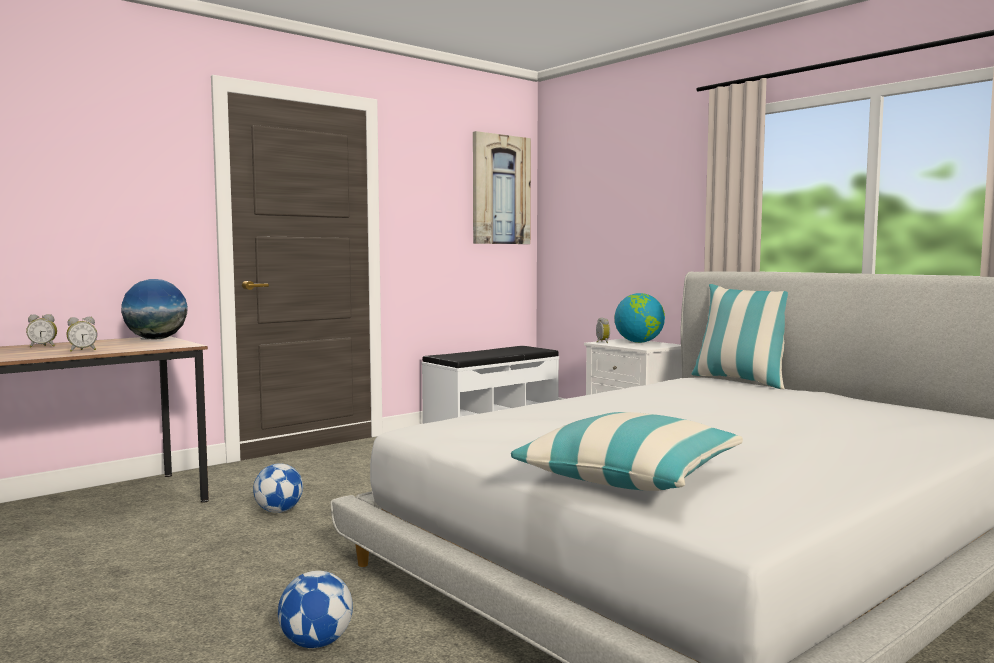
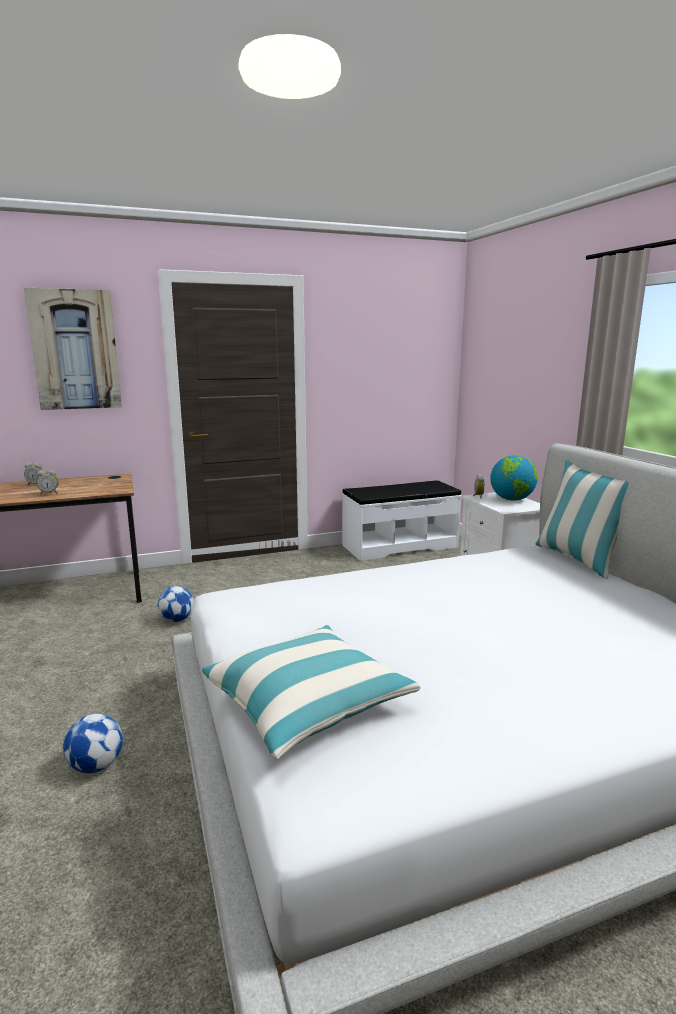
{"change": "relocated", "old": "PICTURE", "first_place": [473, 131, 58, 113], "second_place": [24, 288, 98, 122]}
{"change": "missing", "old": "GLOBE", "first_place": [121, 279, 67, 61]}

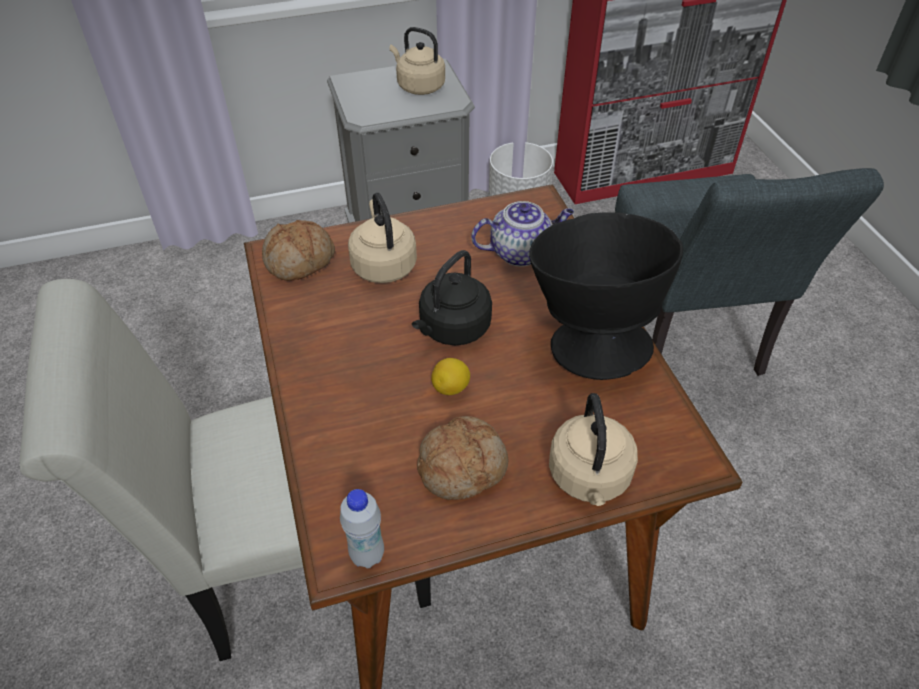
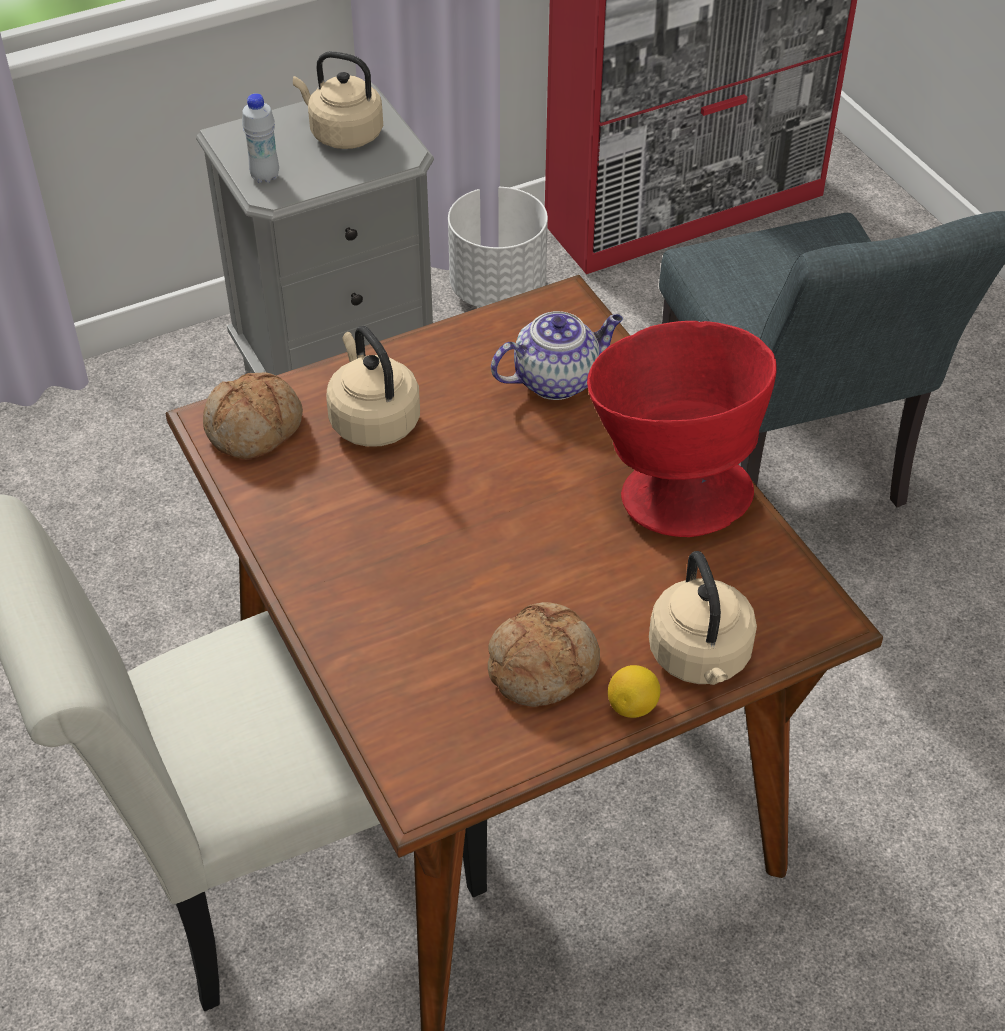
{"change": "colour", "old": "BLACK BOWL", "new": "RED BOWL", "first_place": [529, 212, 154, 168], "second_place": [587, 321, 189, 216]}
{"change": "missing", "old": "BLACK KETTLE", "first_place": [412, 250, 80, 96]}
{"change": "relocated", "old": "LEMON", "first_place": [431, 358, 39, 37], "second_place": [608, 665, 52, 53]}
{"change": "relocated", "old": "WHITE BOTTLE", "first_place": [340, 489, 44, 79], "second_place": [242, 93, 37, 90]}

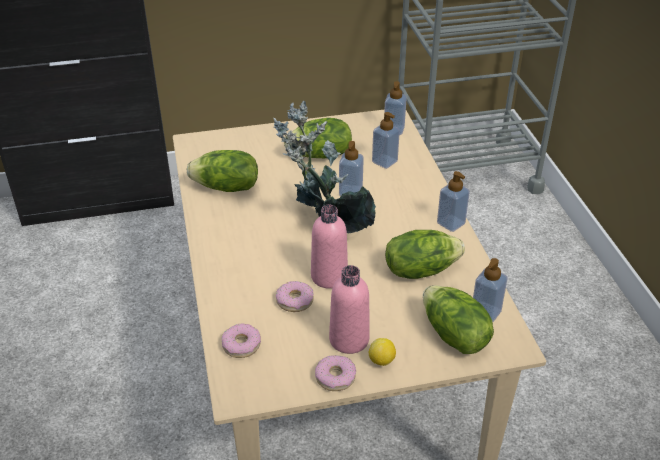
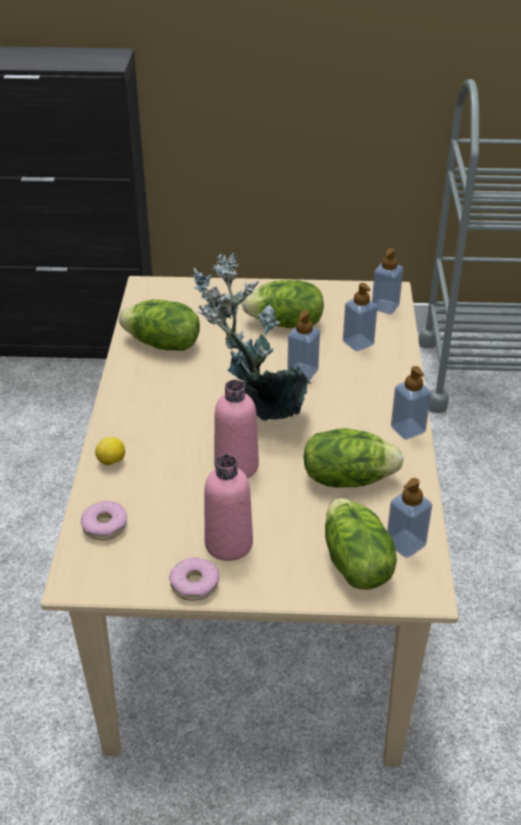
{"change": "missing", "old": "DONUT", "first_place": [276, 281, 38, 31]}
{"change": "relocated", "old": "LEMON", "first_place": [369, 338, 27, 28], "second_place": [95, 437, 30, 29]}

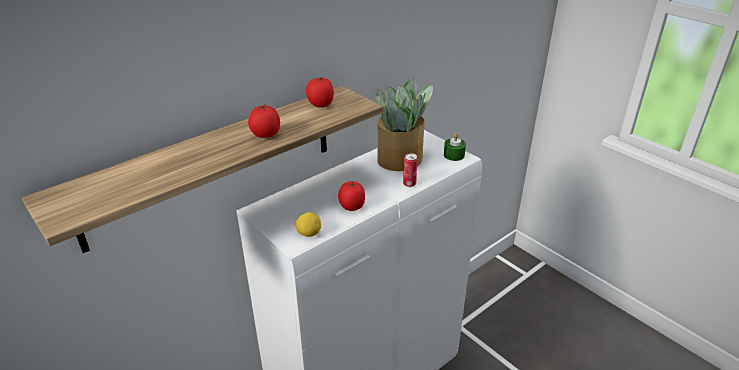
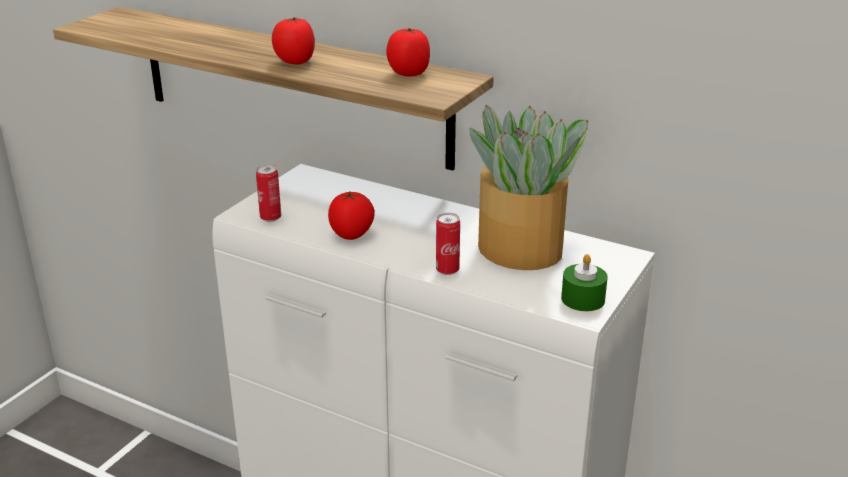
{"change": "exchanged", "old": "LEMON", "new": "CAN", "first_place": [296, 212, 25, 25], "second_place": [256, 165, 25, 57]}

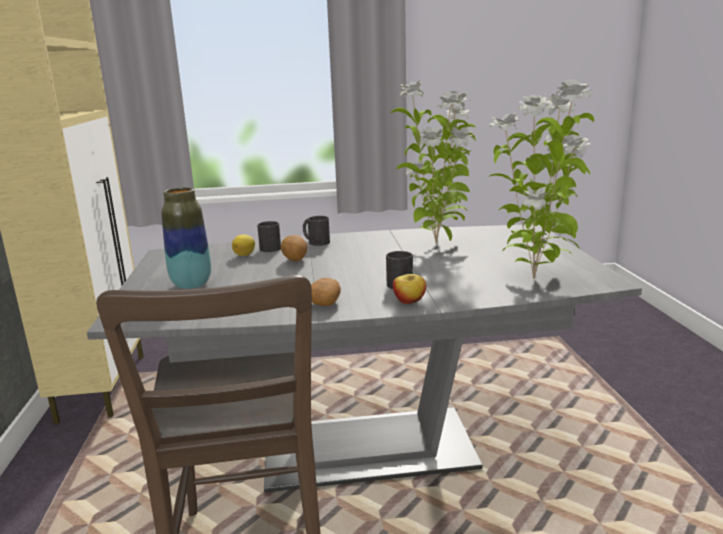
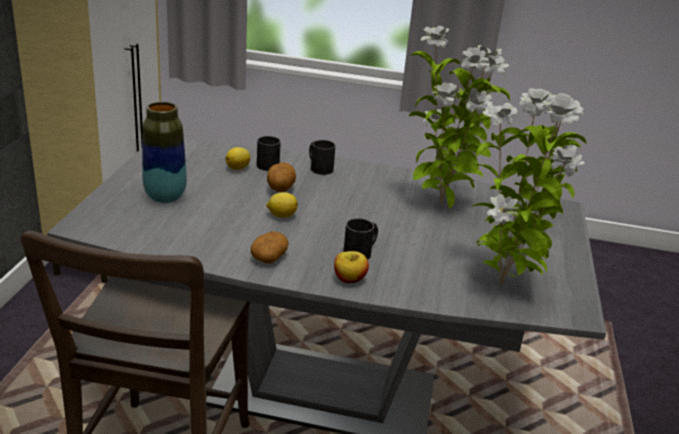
{"change": "appeared", "new": "LEMON", "second_place": [266, 192, 32, 26]}

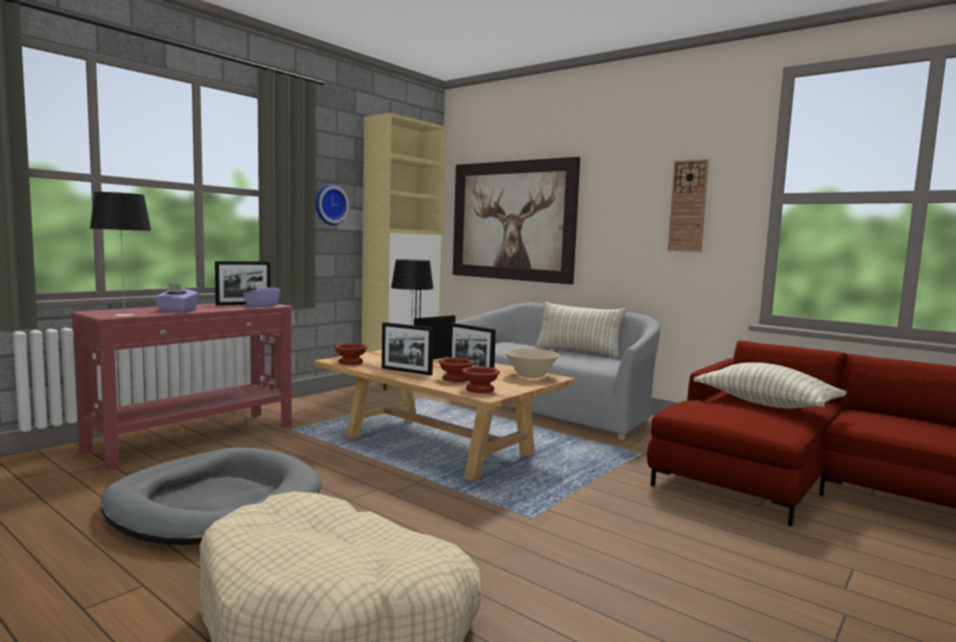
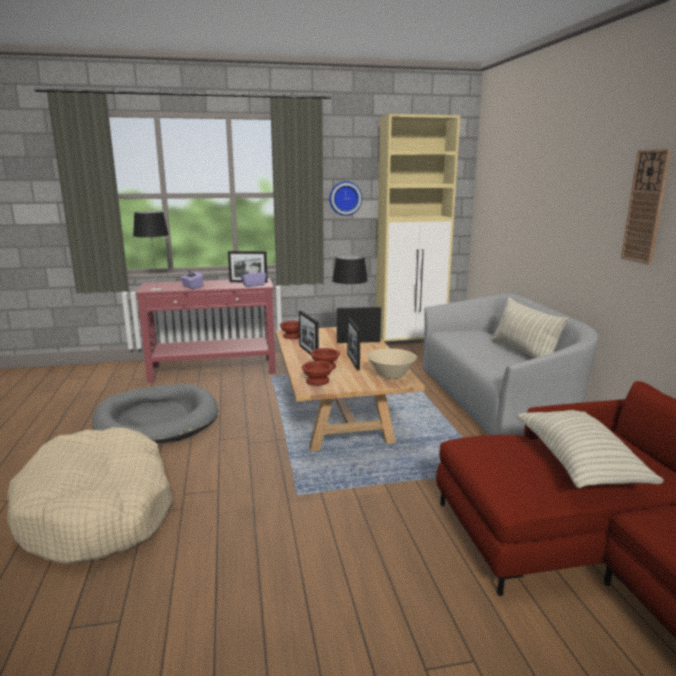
{"change": "missing", "old": "PICTURE", "first_place": [453, 157, 127, 128]}

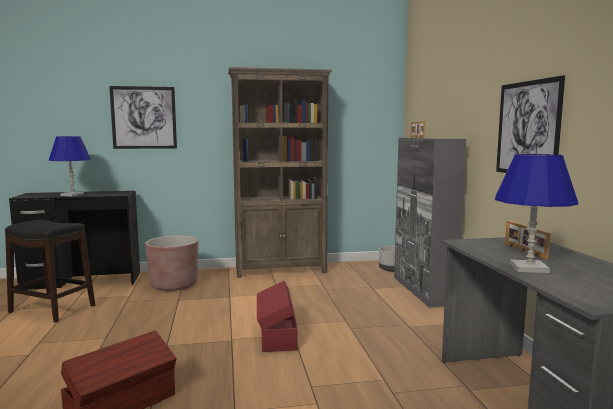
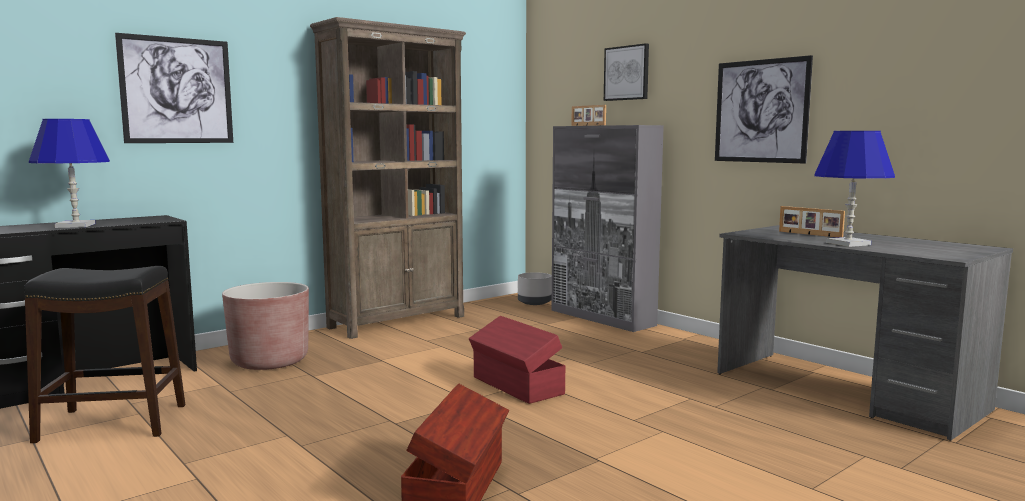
{"change": "appeared", "new": "PICTURE", "second_place": [604, 43, 45, 58]}

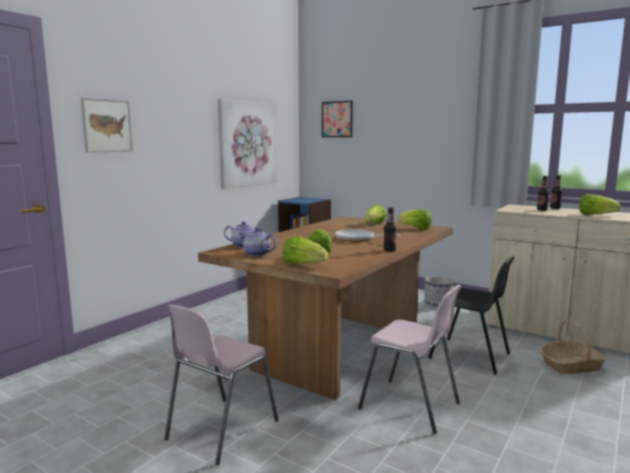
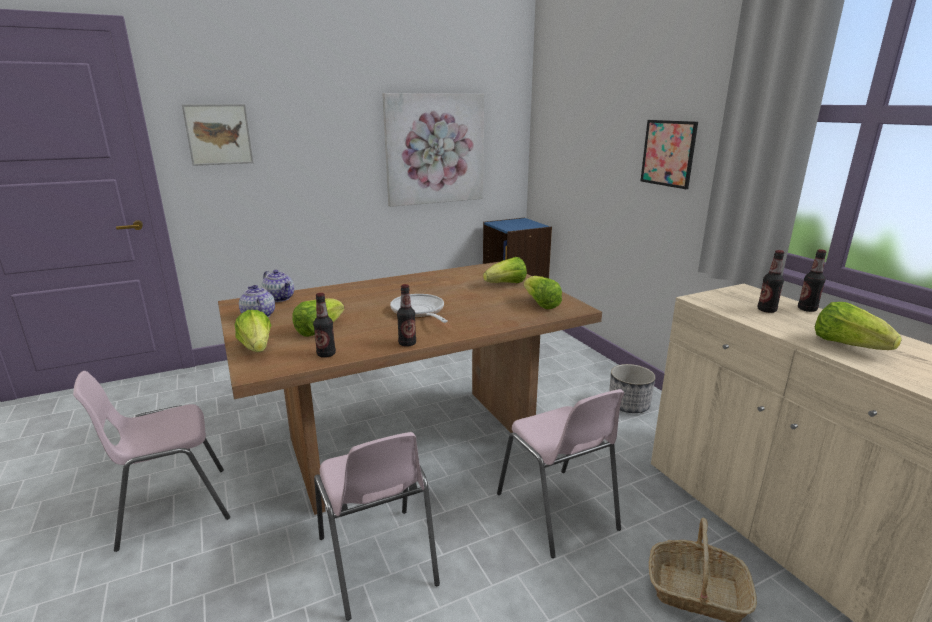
{"change": "relocated", "old": "PICTURE", "first_place": [322, 101, 31, 36], "second_place": [641, 120, 57, 69]}
{"change": "colour", "old": "BLACK CHAIR", "new": "PINK CHAIR", "first_place": [428, 256, 87, 118], "second_place": [497, 389, 127, 169]}
{"change": "appeared", "new": "BOTTLE", "second_place": [313, 293, 23, 65]}

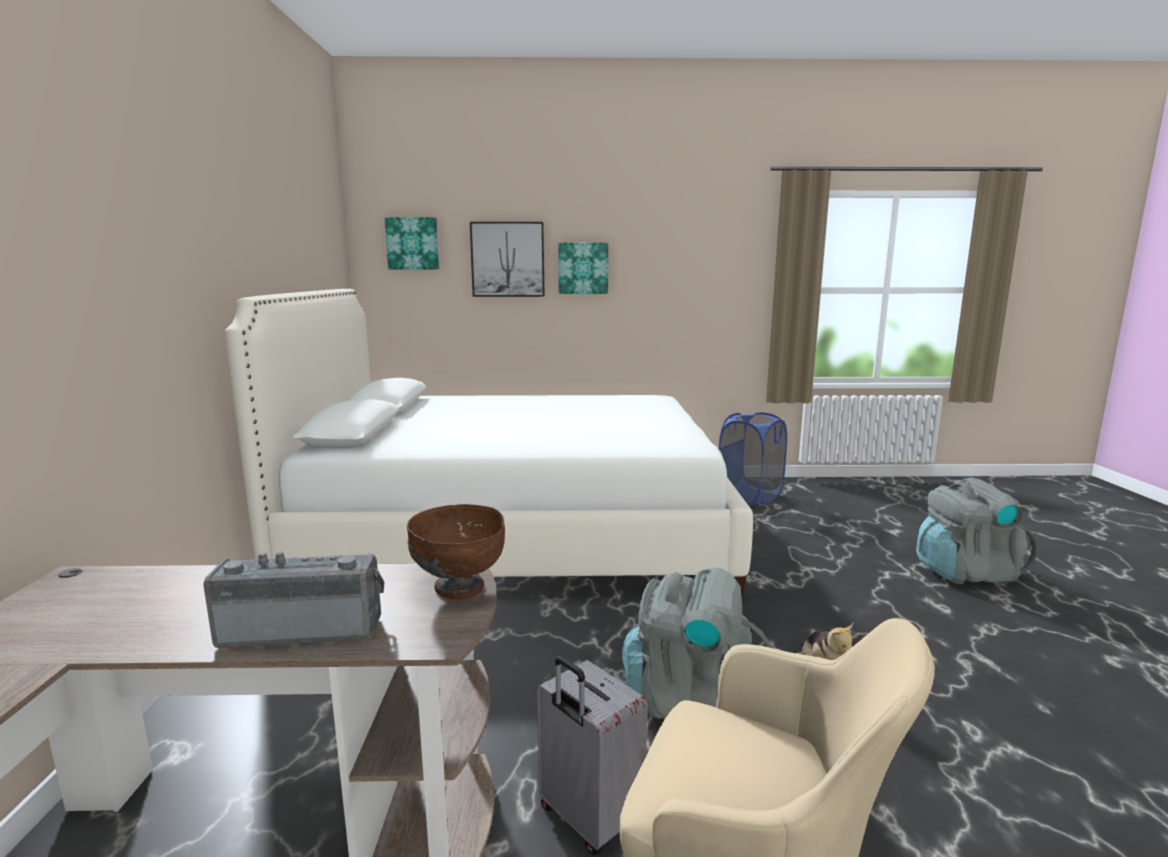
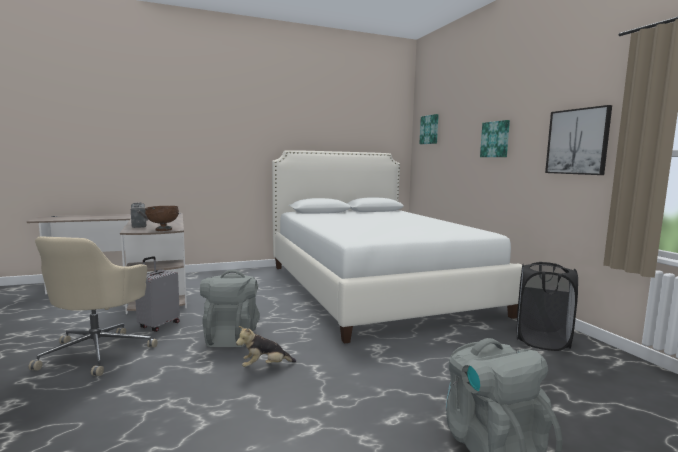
{"change": "relocated", "old": "PICTURE", "first_place": [470, 222, 74, 75], "second_place": [545, 105, 67, 70]}
{"change": "colour", "old": "BLUE LAUNDRY BASKET", "new": "BLACK LAUNDRY BASKET", "first_place": [719, 412, 68, 93], "second_place": [517, 262, 61, 89]}

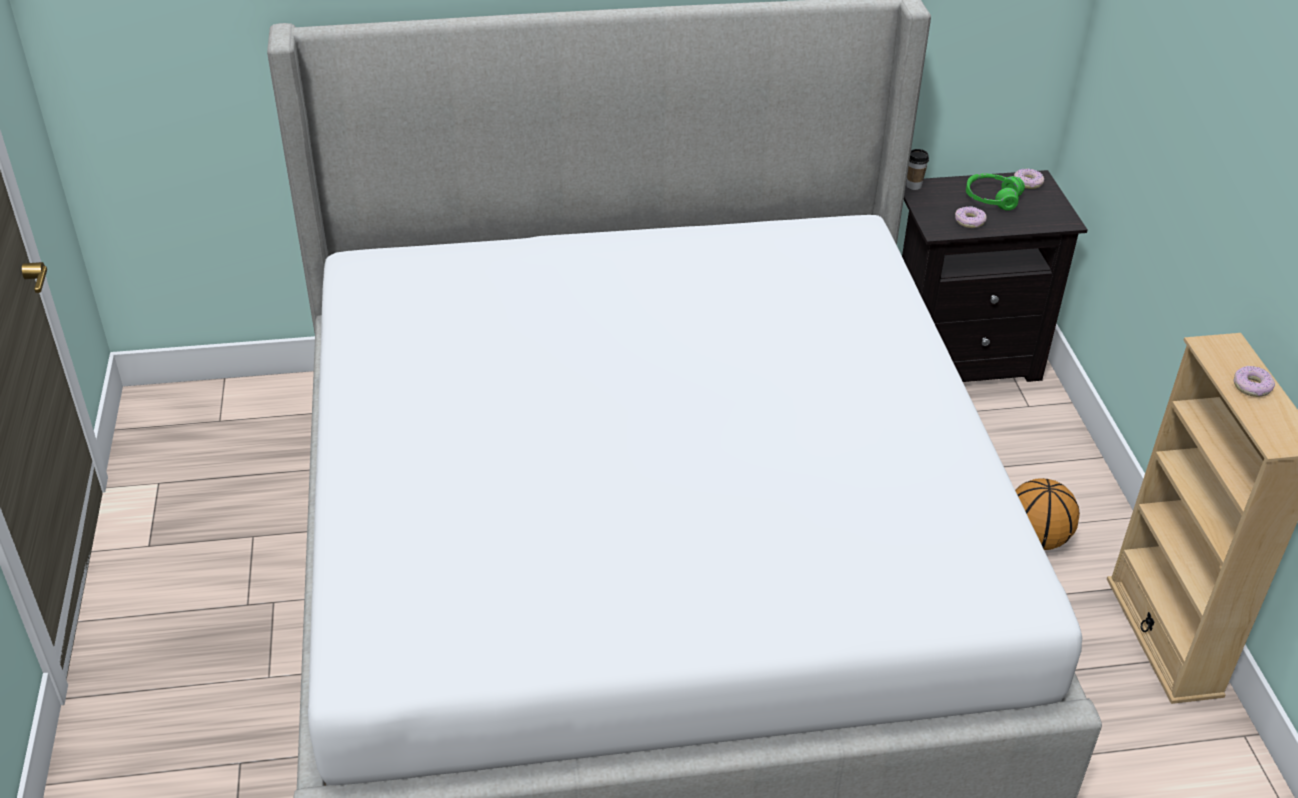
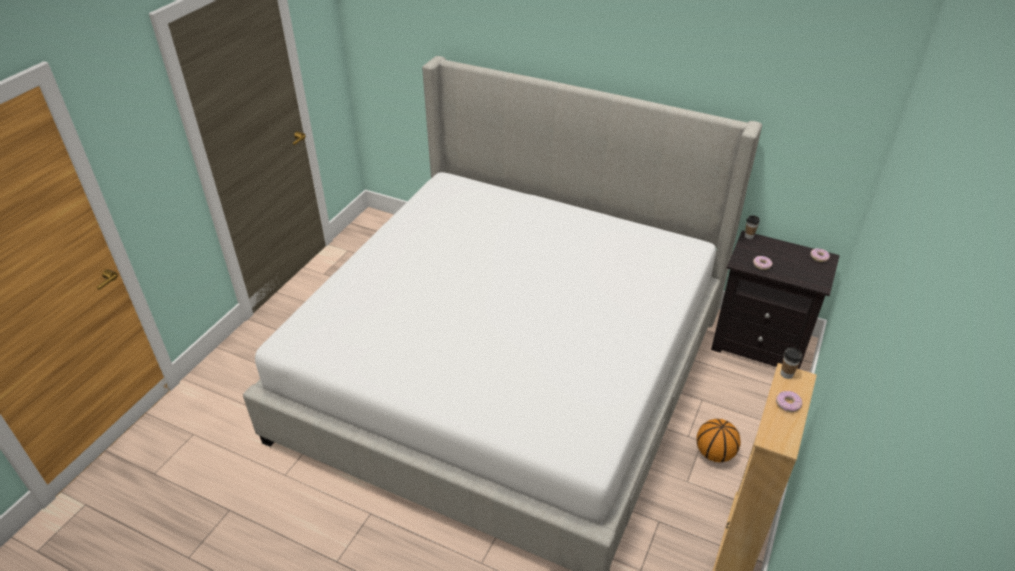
{"change": "missing", "old": "GREEN HEADPHONES", "first_place": [966, 173, 59, 38]}
{"change": "appeared", "new": "CUP", "second_place": [781, 348, 21, 31]}

